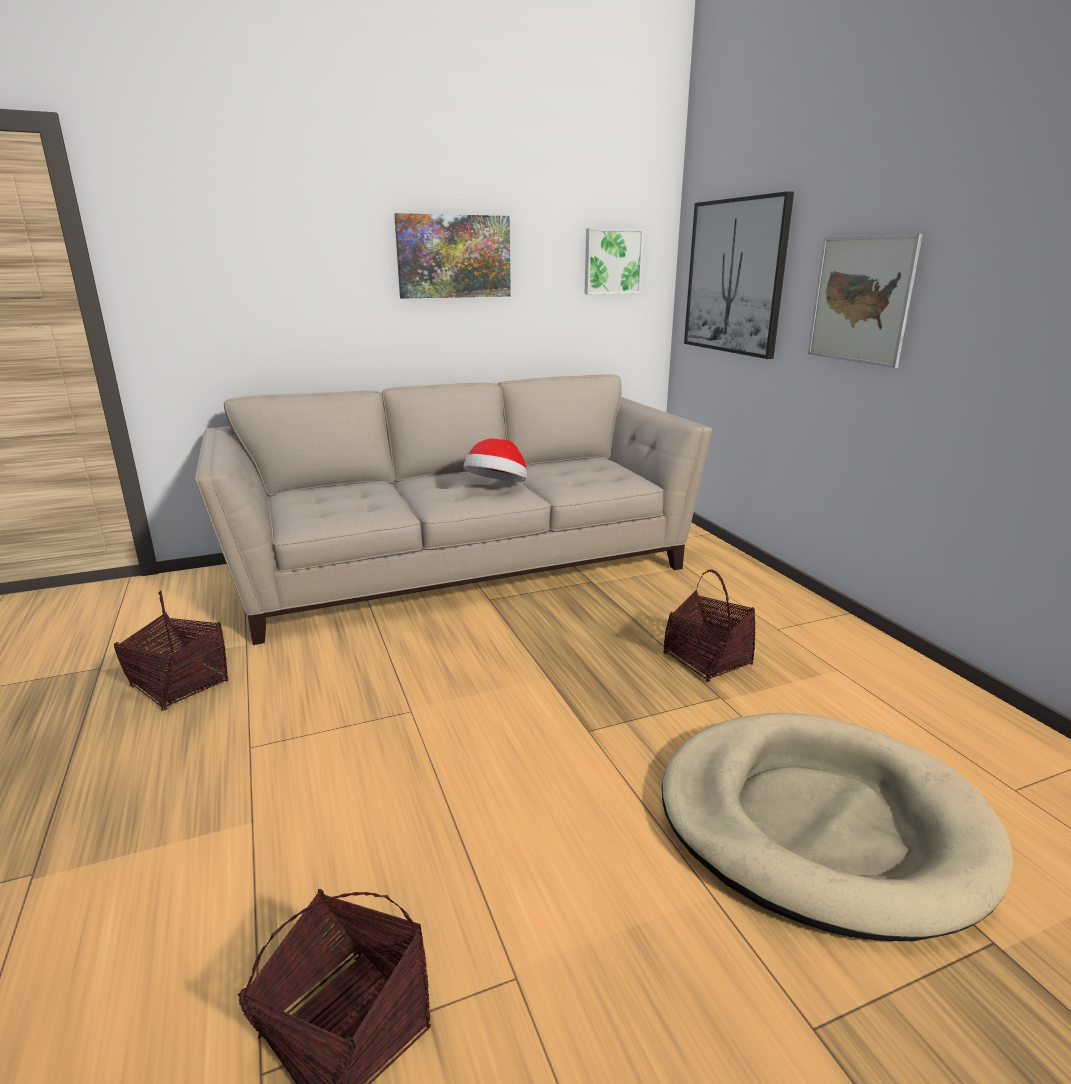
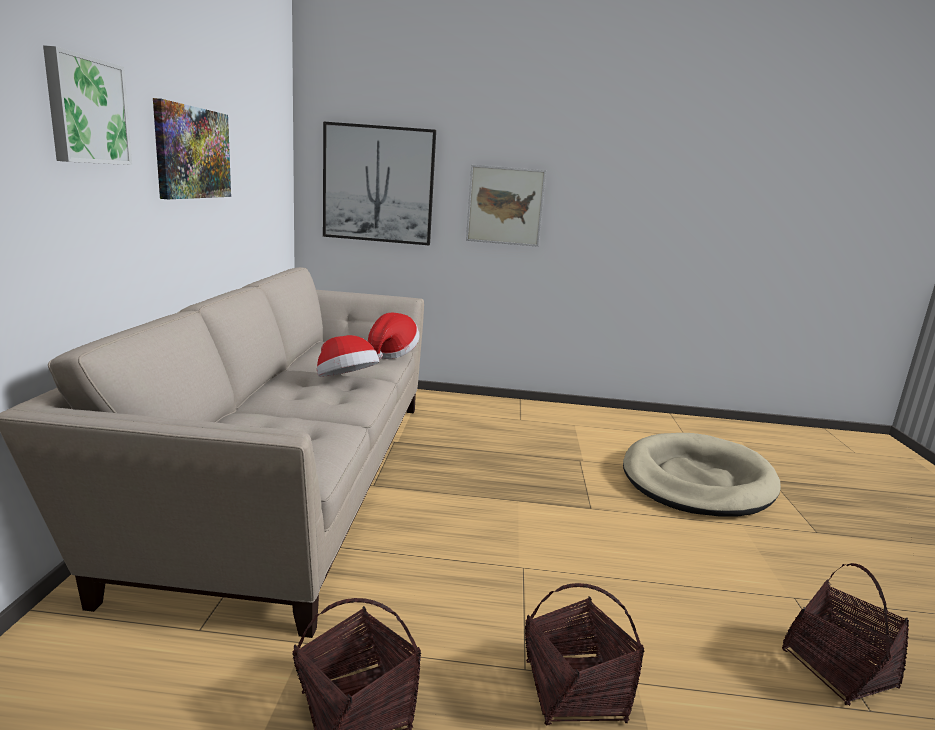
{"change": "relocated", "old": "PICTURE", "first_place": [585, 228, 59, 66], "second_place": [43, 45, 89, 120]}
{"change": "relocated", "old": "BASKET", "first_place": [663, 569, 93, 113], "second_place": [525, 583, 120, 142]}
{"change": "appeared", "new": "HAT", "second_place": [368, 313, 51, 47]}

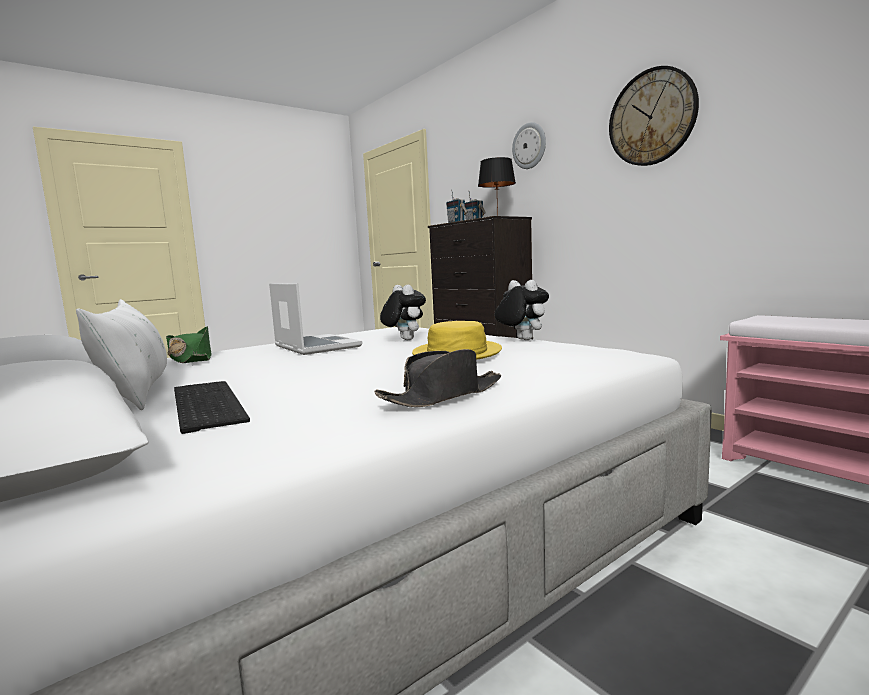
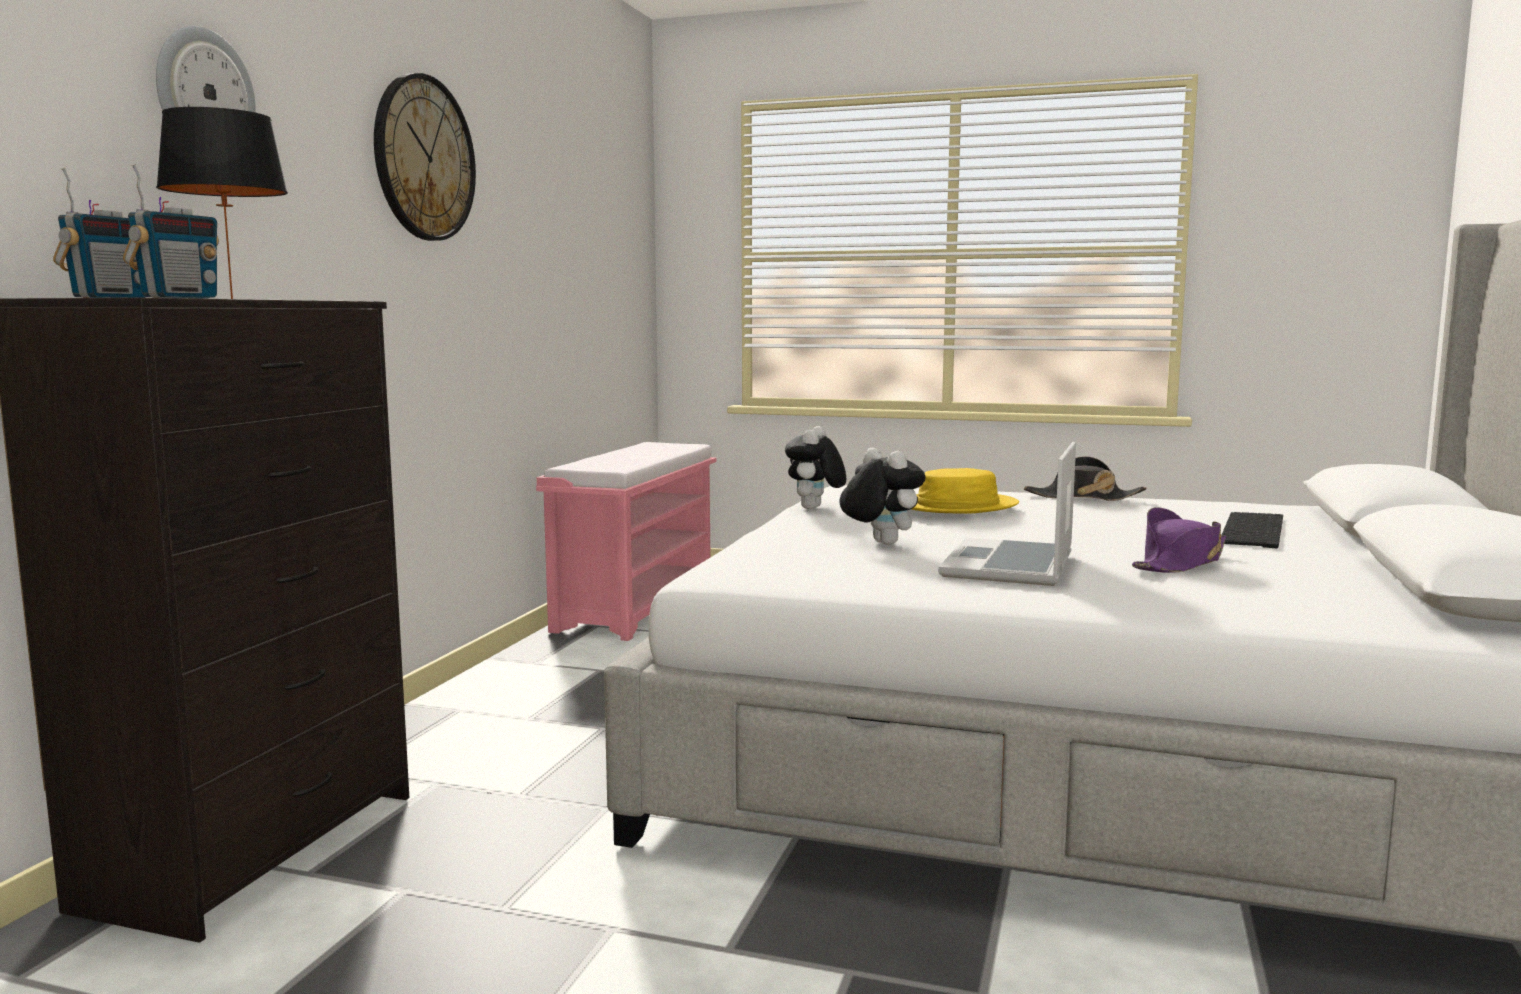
{"change": "spun", "old": "PLUSH TOY", "first_place": [380, 285, 46, 55], "second_place": [839, 448, 87, 97], "degrees": 120}
{"change": "missing", "old": "WHITE PILLOW", "first_place": [76, 299, 91, 111]}
{"change": "missing", "old": "GREEN HAT", "first_place": [166, 326, 45, 37]}
{"change": "appeared", "new": "PURPLE HAT", "second_place": [1132, 507, 94, 66]}

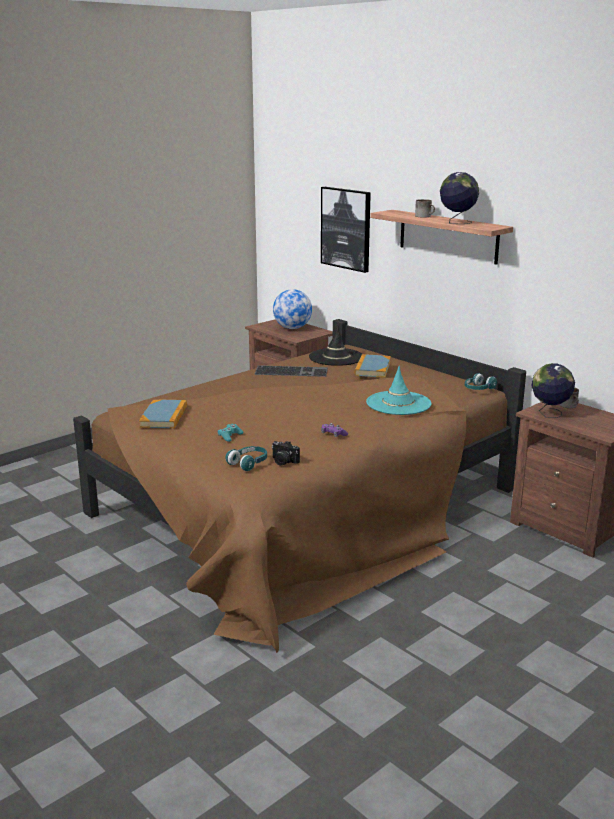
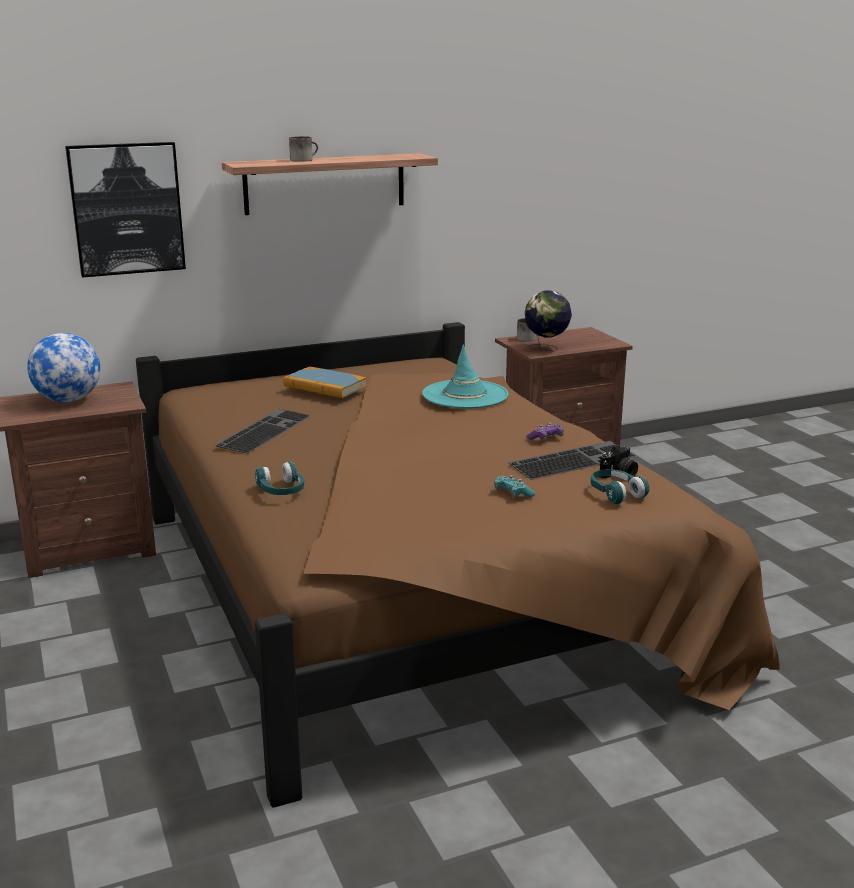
{"change": "missing", "old": "GLOBE", "first_place": [440, 172, 39, 52]}
{"change": "missing", "old": "BLACK HAT", "first_place": [309, 325, 53, 41]}
{"change": "relocated", "old": "TURQUOISE HEADPHONES", "first_place": [465, 373, 32, 17], "second_place": [255, 461, 49, 34]}
{"change": "missing", "old": "BOOK", "first_place": [139, 400, 48, 29]}
{"change": "appeared", "new": "KEYBOARD", "second_place": [508, 441, 128, 39]}

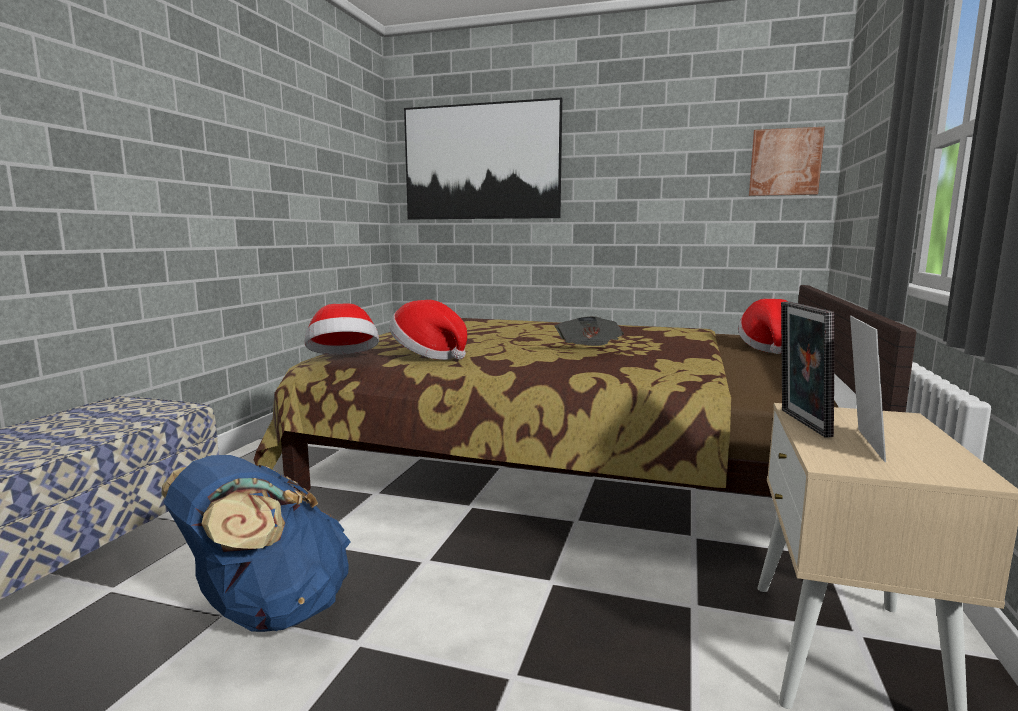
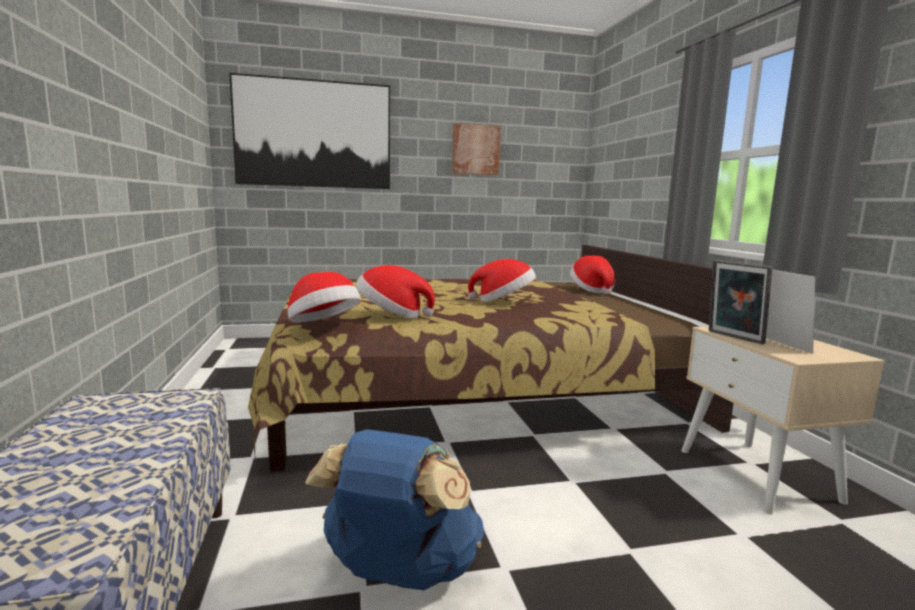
{"change": "relocated", "old": "PICTURE", "first_place": [749, 127, 76, 69], "second_place": [452, 123, 49, 52]}
{"change": "exchanged", "old": "NEWSPAPER", "new": "HAT", "first_place": [554, 316, 70, 30], "second_place": [468, 259, 68, 43]}

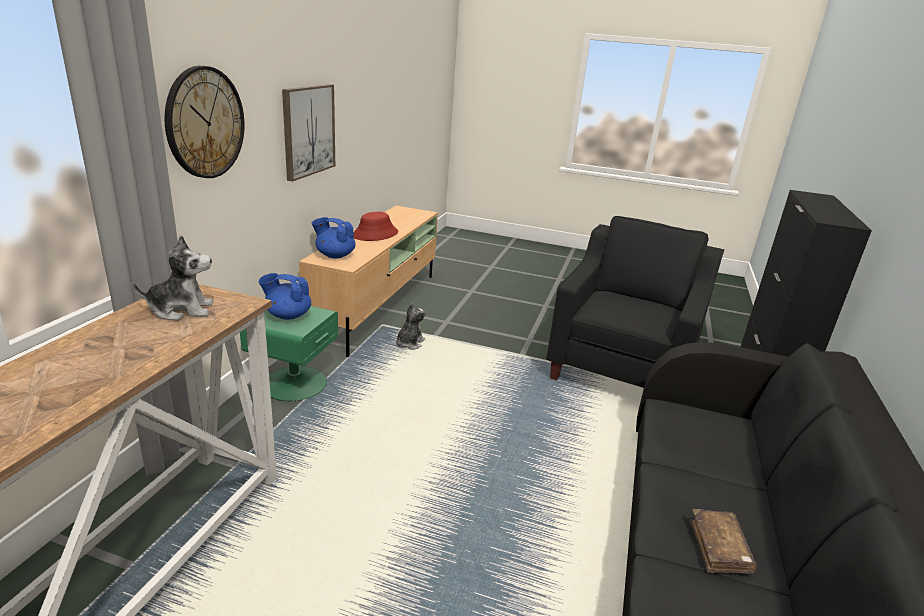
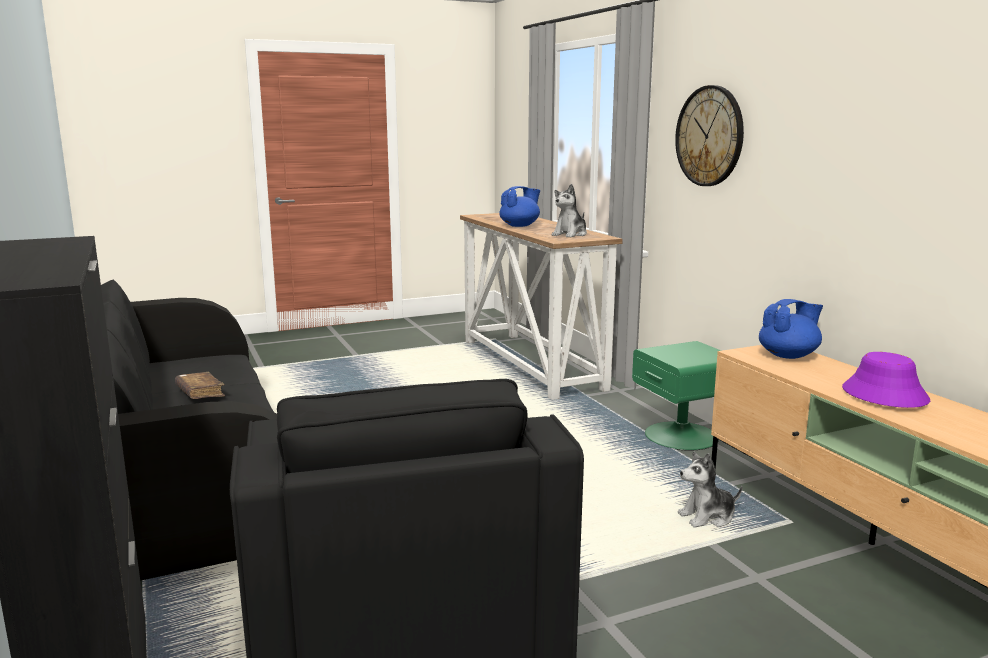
{"change": "missing", "old": "PICTURE", "first_place": [282, 84, 53, 98]}
{"change": "colour", "old": "RED HAT", "new": "PURPLE HAT", "first_place": [353, 212, 45, 29], "second_place": [842, 352, 88, 56]}
{"change": "relocated", "old": "BLUE TEAPOT", "first_place": [258, 273, 53, 47], "second_place": [499, 186, 41, 41]}
{"change": "spun", "old": "PLUSH TOY", "first_place": [396, 303, 30, 47], "second_place": [678, 452, 64, 76], "degrees": 90}

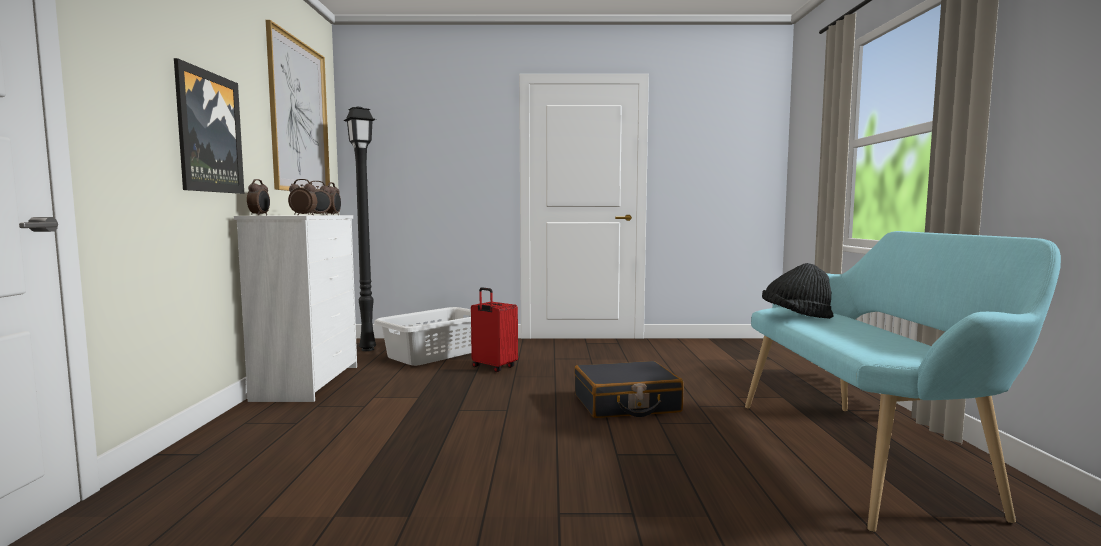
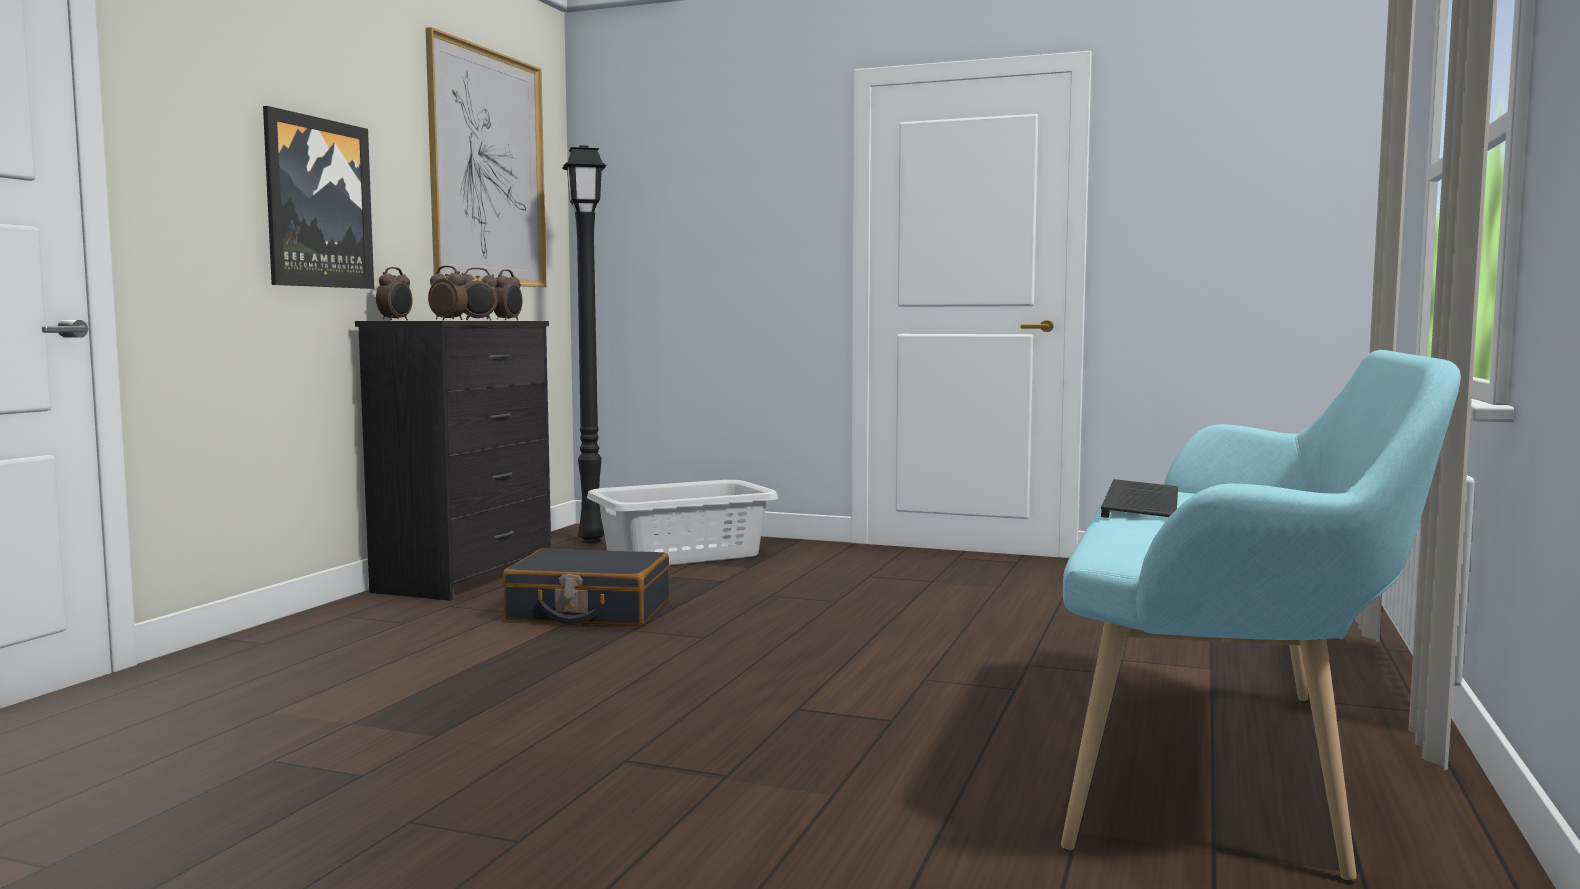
{"change": "colour", "old": "WHITE DRESSER", "new": "BLACK DRESSER", "first_place": [234, 215, 123, 187], "second_place": [355, 321, 196, 280]}
{"change": "exchanged", "old": "BLACK HAT", "new": "KEYBOARD", "first_place": [762, 263, 71, 56], "second_place": [1101, 479, 77, 39]}
{"change": "missing", "old": "RED SUITCASE", "first_place": [471, 287, 47, 85]}
{"change": "relocated", "old": "BLACK SUITCASE", "first_place": [574, 361, 109, 57], "second_place": [502, 548, 167, 78]}

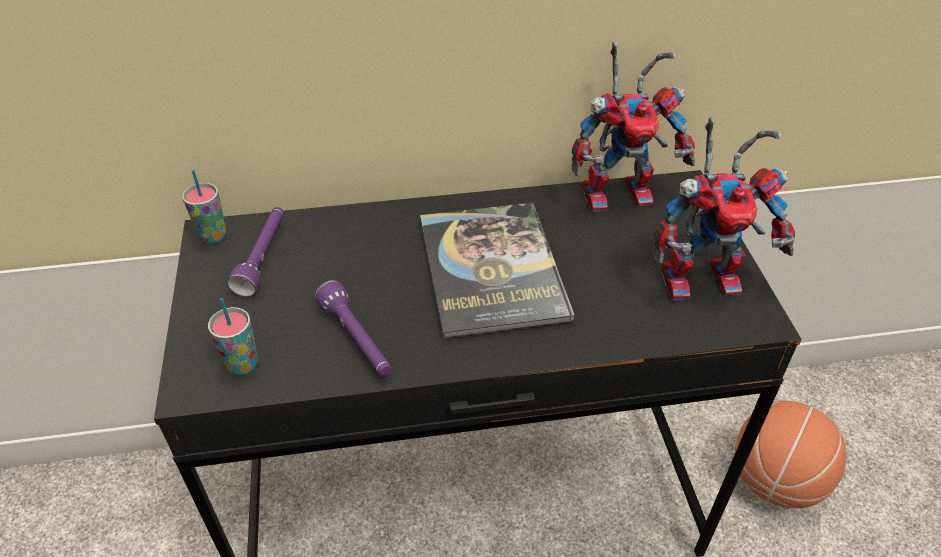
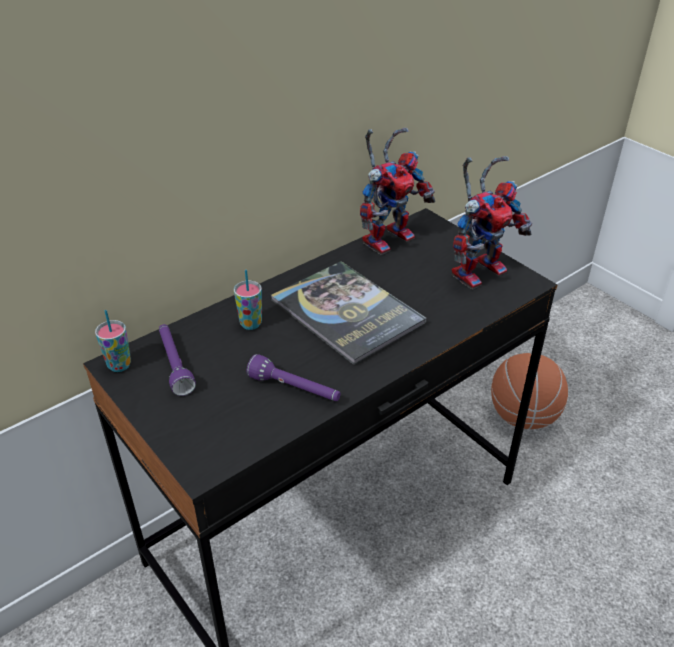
{"change": "relocated", "old": "CUP", "first_place": [208, 298, 50, 78], "second_place": [234, 270, 28, 60]}

